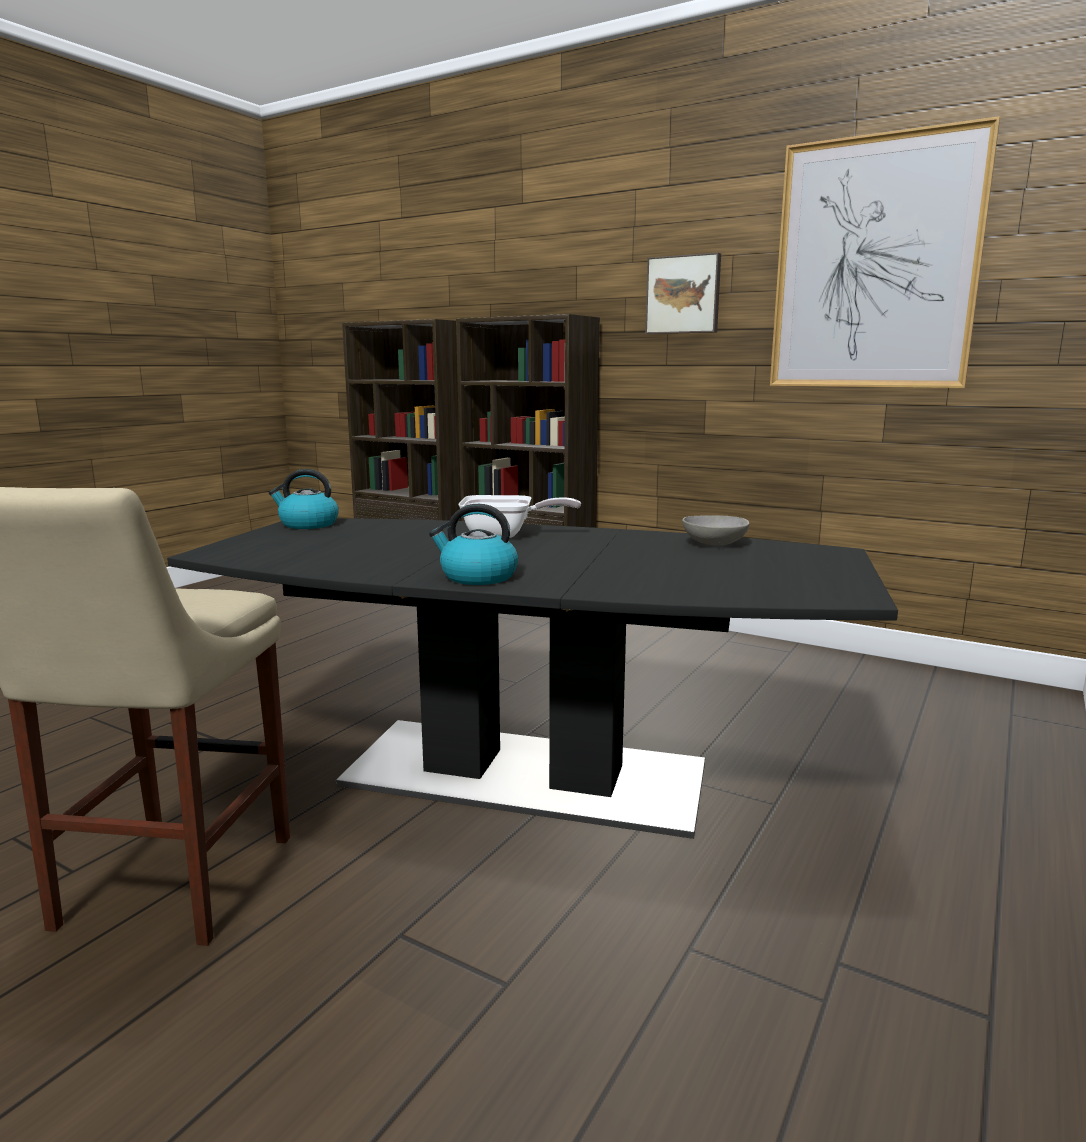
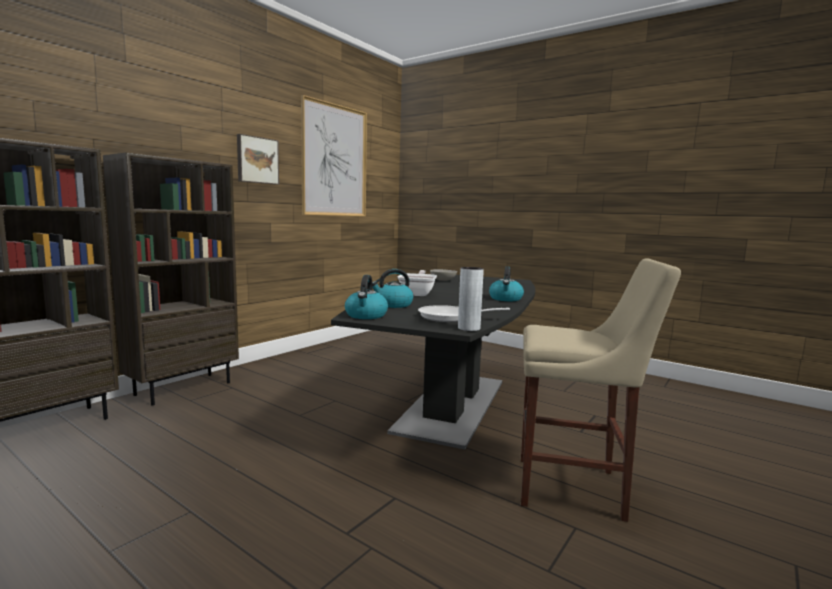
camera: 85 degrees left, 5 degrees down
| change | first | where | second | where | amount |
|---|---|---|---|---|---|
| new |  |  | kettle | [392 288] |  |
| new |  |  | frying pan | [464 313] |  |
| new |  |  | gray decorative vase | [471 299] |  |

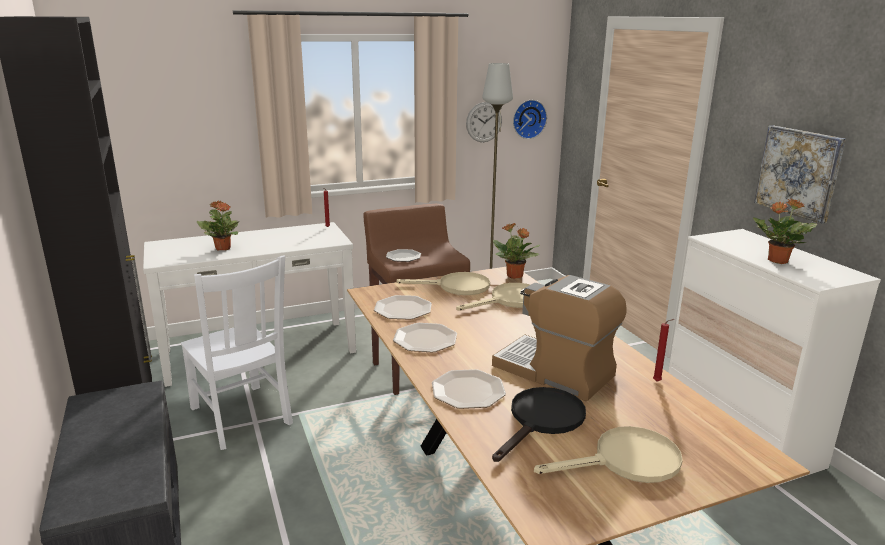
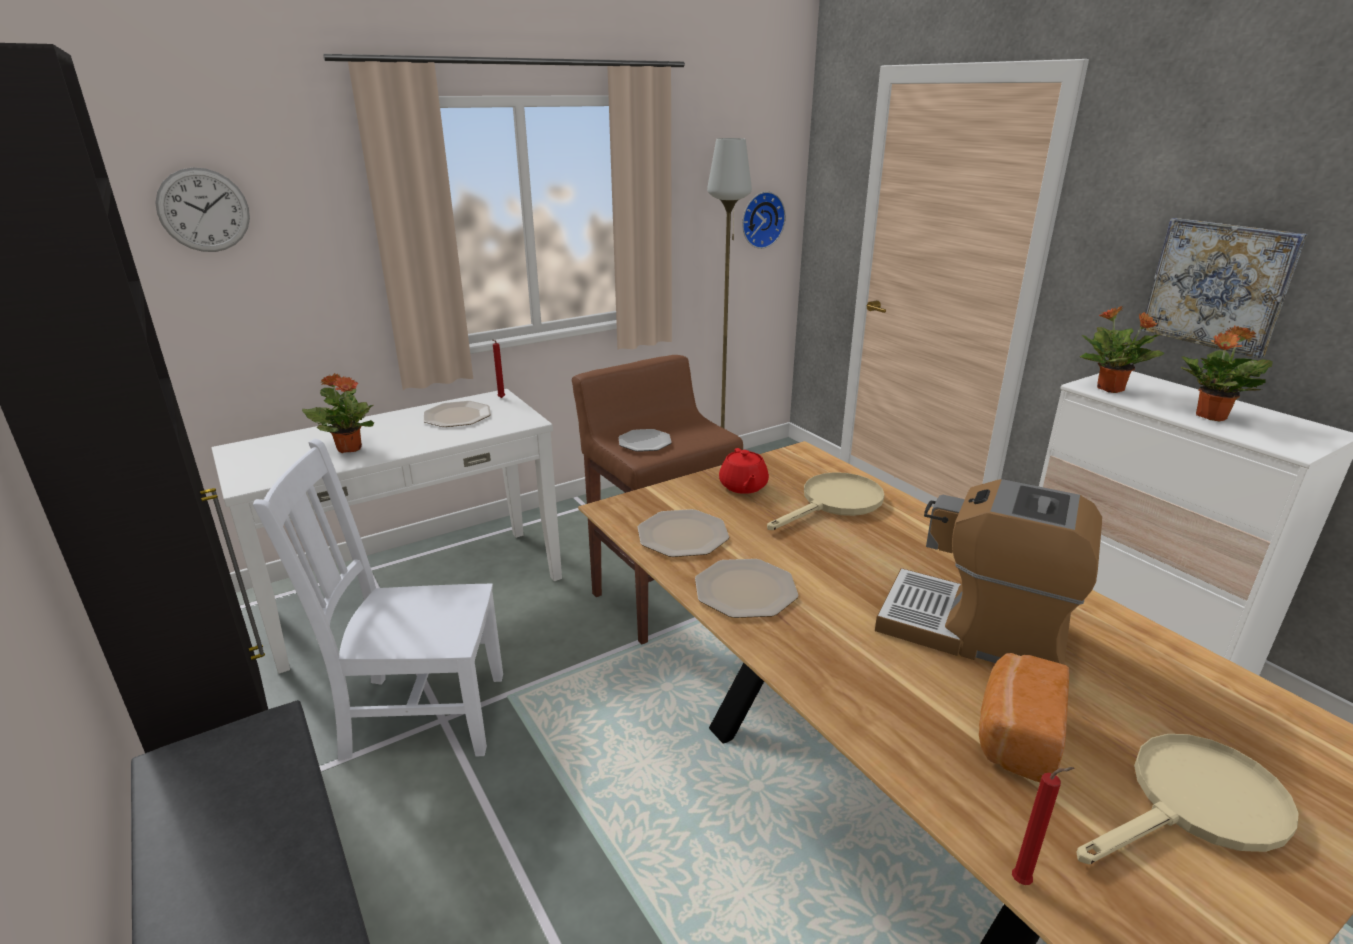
camera: 10 degrees left, 5 degrees up
| change | first | where | second | where | amount |
|---|---|---|---|---|---|
| shifted | dinner plate | [469 389] |  | [457 414] |  |
| shifted | hanging clock | [484 122] |  | [202 209] |  |
| shifted | houseplant | [516 251] |  | [1122 349] |  |
| shifted | reddish wax light | [663 350] |  | [1043 826] |  |
| swapped | beige-coloured frying pan | [443 283] | reddish teapot | [744 471] |  |
| swapped | blackish frying pan | [539 424] | bakery bread | [1024 717] |  |
| rotated | white chair | [237 353] |  | [378 599] | 135 degrees clockwise |

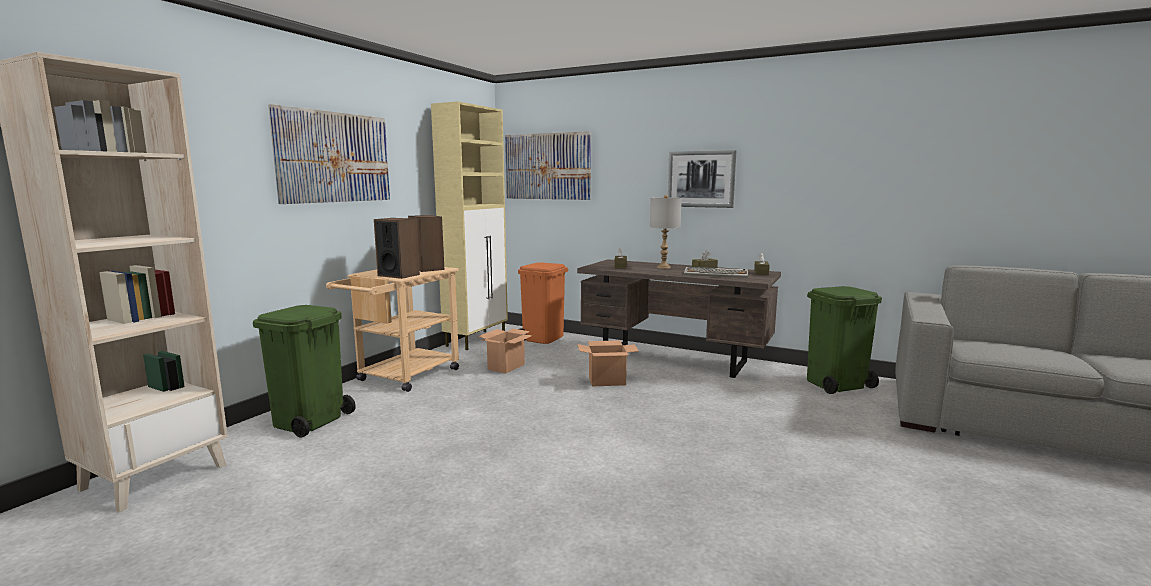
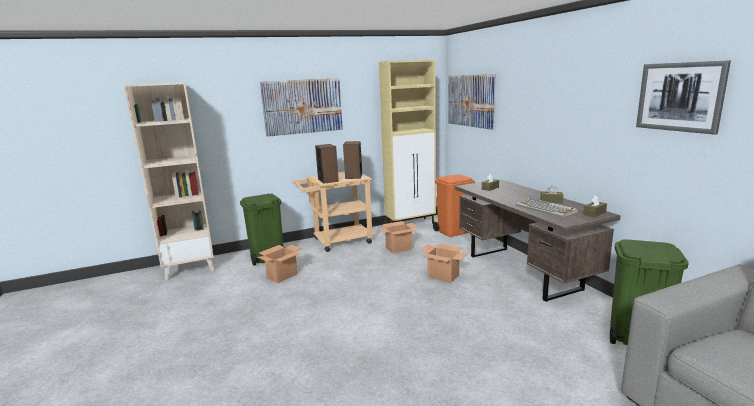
camera: 40 degrees right, 5 degrees up
| change | first | where | second | where | amount |
|---|---|---|---|---|---|
| gone | gray lamp for a table | [666 232] |  |  |  |
| new |  |  | carton | [279 264] |  |
| shifted | picture | [702 179] |  | [683 97] |  |

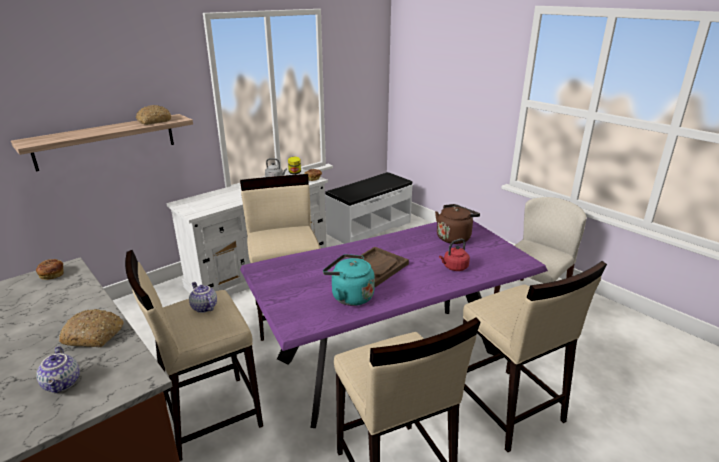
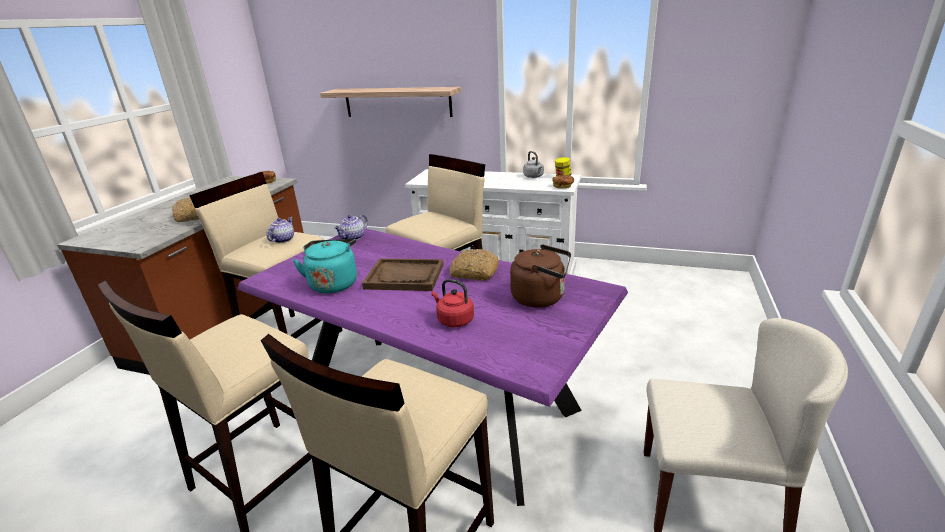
camera: 60 degrees right, 0 degrees up
| change | first | where | second | where | amount |
|---|---|---|---|---|---|
| gone | white bench | [369 208] |  |  |  |
| shifted | teapot | [58 369] |  | [351 227] |  |
| shifted | bakery bread | [153 115] |  | [474 265] |  |

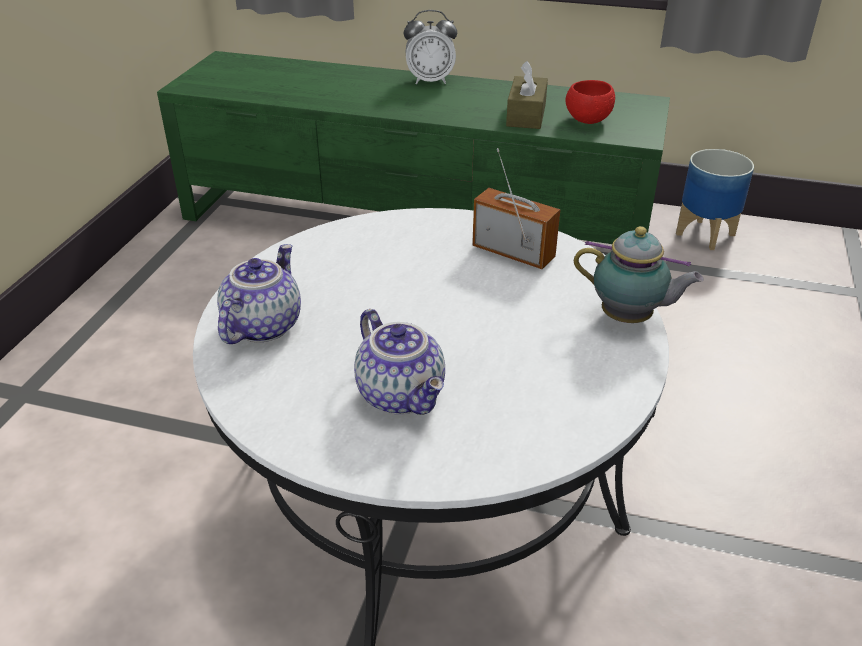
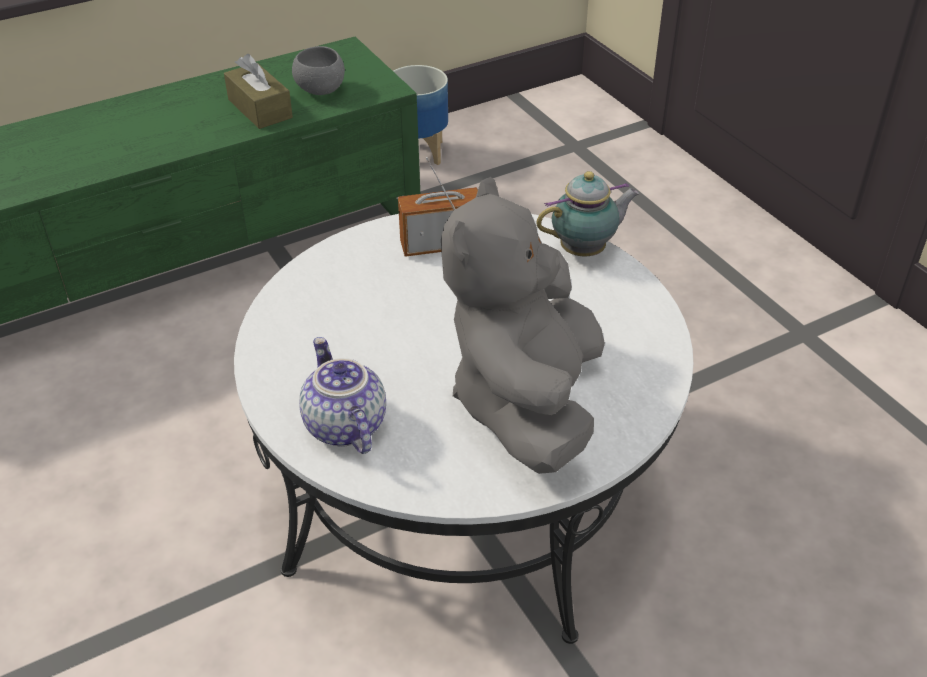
camera: 45 degrees left, 5 degrees up
| change | first | where | second | where | amount |
|---|---|---|---|---|---|
| gone | alarm clock | [430 47] |  |  |  |
| swapped | teapot | [399 362] | gray cuddly toy | [523 325] |  |
| repainted | reddish deep dish | [590 102] | gray deep dish | [318 70] |  |

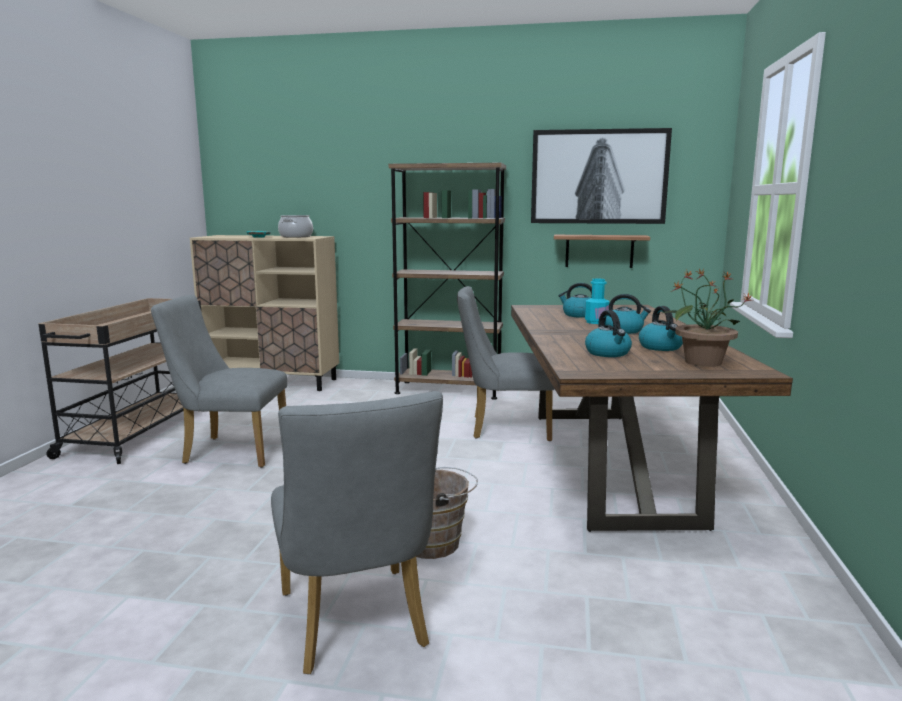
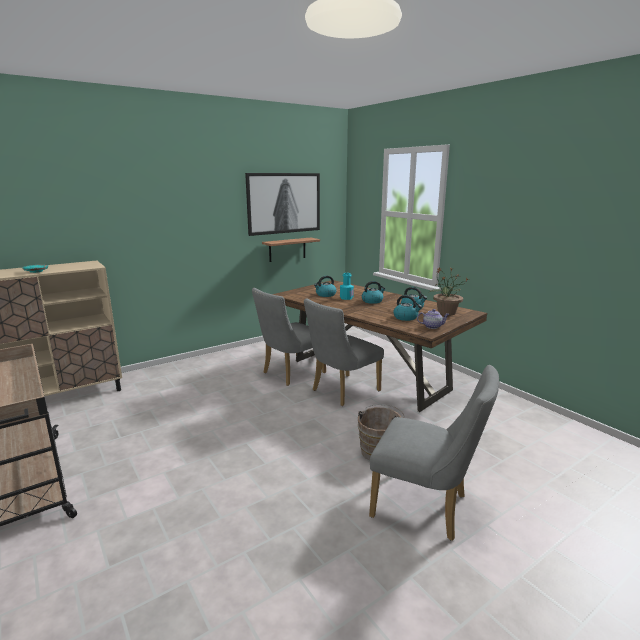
camera: 45 degrees left, 5 degrees up
| change | first | where | second | where | amount |
|---|---|---|---|---|---|
| gone | cooking pot | [295 226] |  |  |  |
| gone | brownish bookshelf | [447 281] |  |  |  |
| new |  |  | teapot | [433 319] |  |
| shifted | gray chair | [219 381] |  | [344 352] |  |

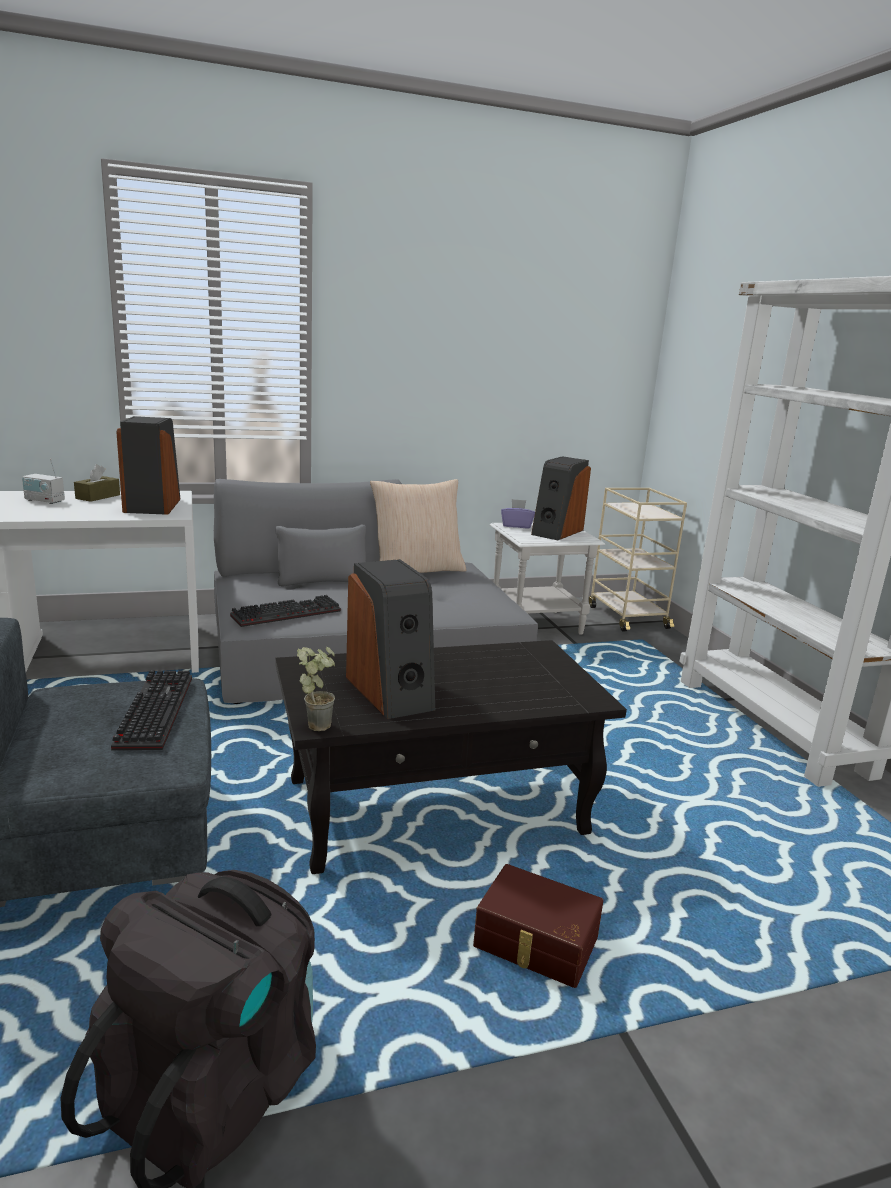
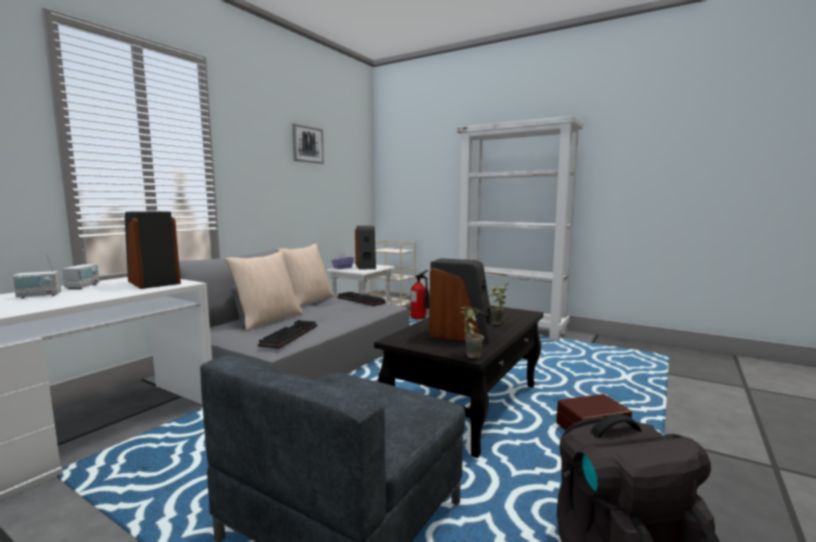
camera: 40 degrees left, 10 degrees down
| change | first | where | second | where | amount |
|---|---|---|---|---|---|
| new |  |  | beige-coloured cushion | [264 291] |  |
| new |  |  | picture | [308 143] |  |
| new |  |  | fire extinguisher | [420 295] |  |
| new |  |  | houseplant | [498 304] |  |
| shifted | PC keyboard | [151 710] |  | [361 299] |  |
| swapped | brownish tissue box | [97 483] | radio | [80 269] |  |

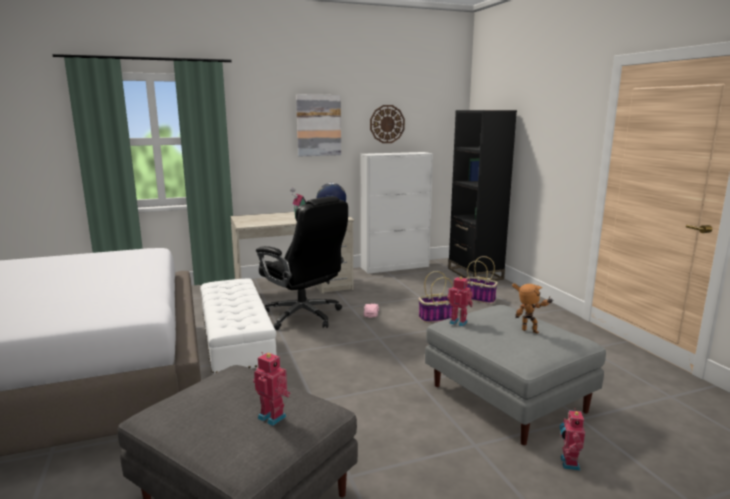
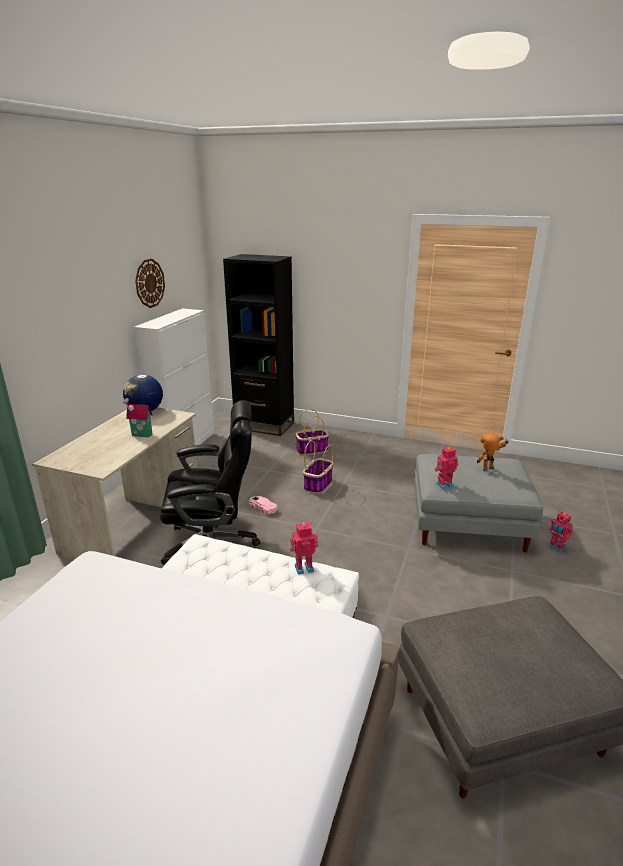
camera: 50 degrees left, 10 degrees up
| change | first | where | second | where | amount |
|---|---|---|---|---|---|
| gone | picture | [318 125] |  |  |  |
| shifted | robot figure | [272 389] |  | [304 548] |  |

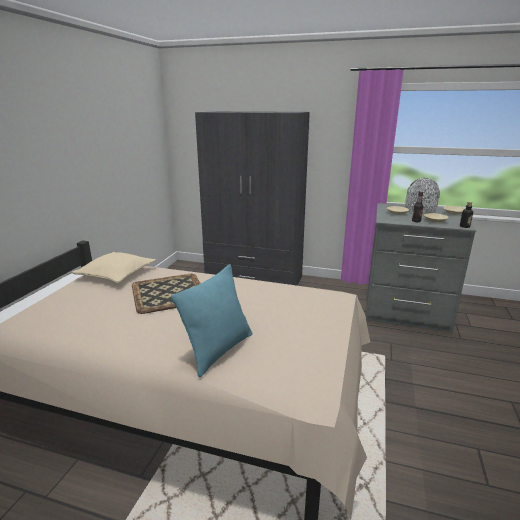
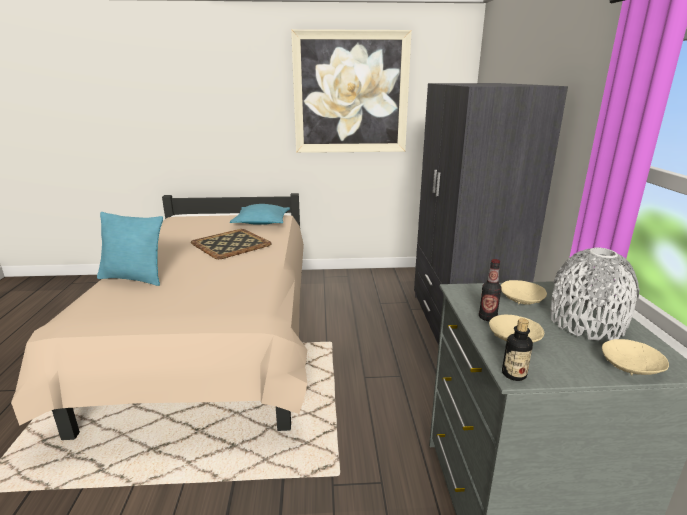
camera: 70 degrees right, 0 degrees up
| change | first | where | second | where | amount |
|---|---|---|---|---|---|
| new |  |  | picture | [351 91] |  |
| repainted | beige-coloured cushion | [114 267] | turquoise-coloured cushion | [260 214] |  |

